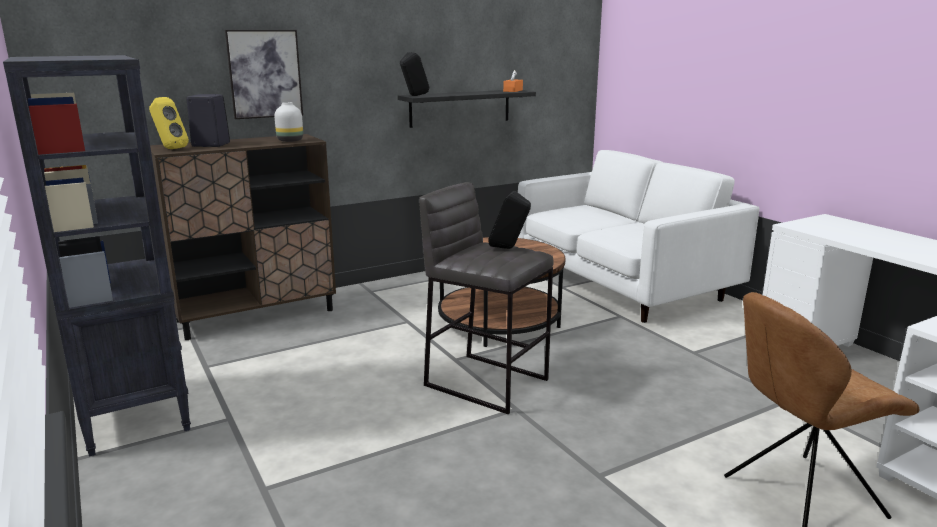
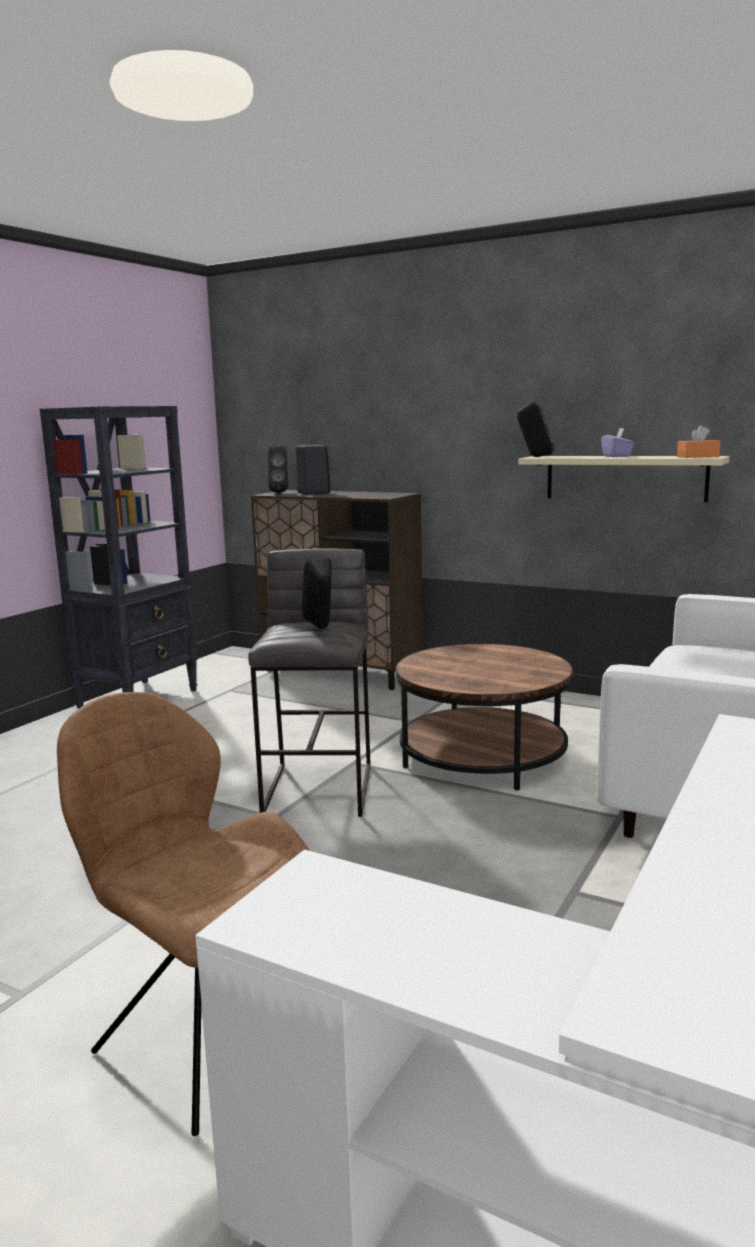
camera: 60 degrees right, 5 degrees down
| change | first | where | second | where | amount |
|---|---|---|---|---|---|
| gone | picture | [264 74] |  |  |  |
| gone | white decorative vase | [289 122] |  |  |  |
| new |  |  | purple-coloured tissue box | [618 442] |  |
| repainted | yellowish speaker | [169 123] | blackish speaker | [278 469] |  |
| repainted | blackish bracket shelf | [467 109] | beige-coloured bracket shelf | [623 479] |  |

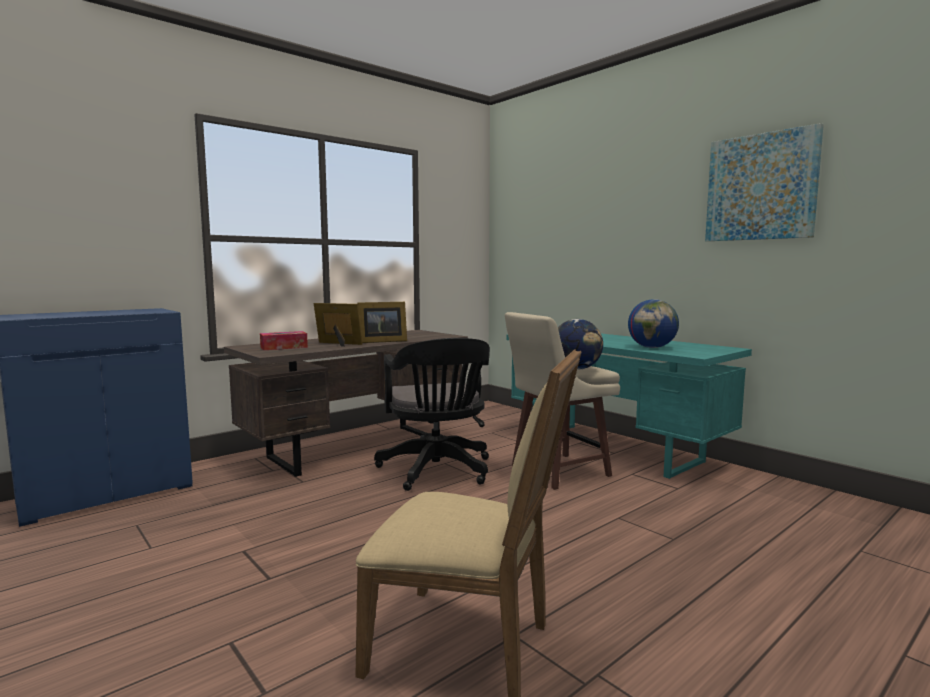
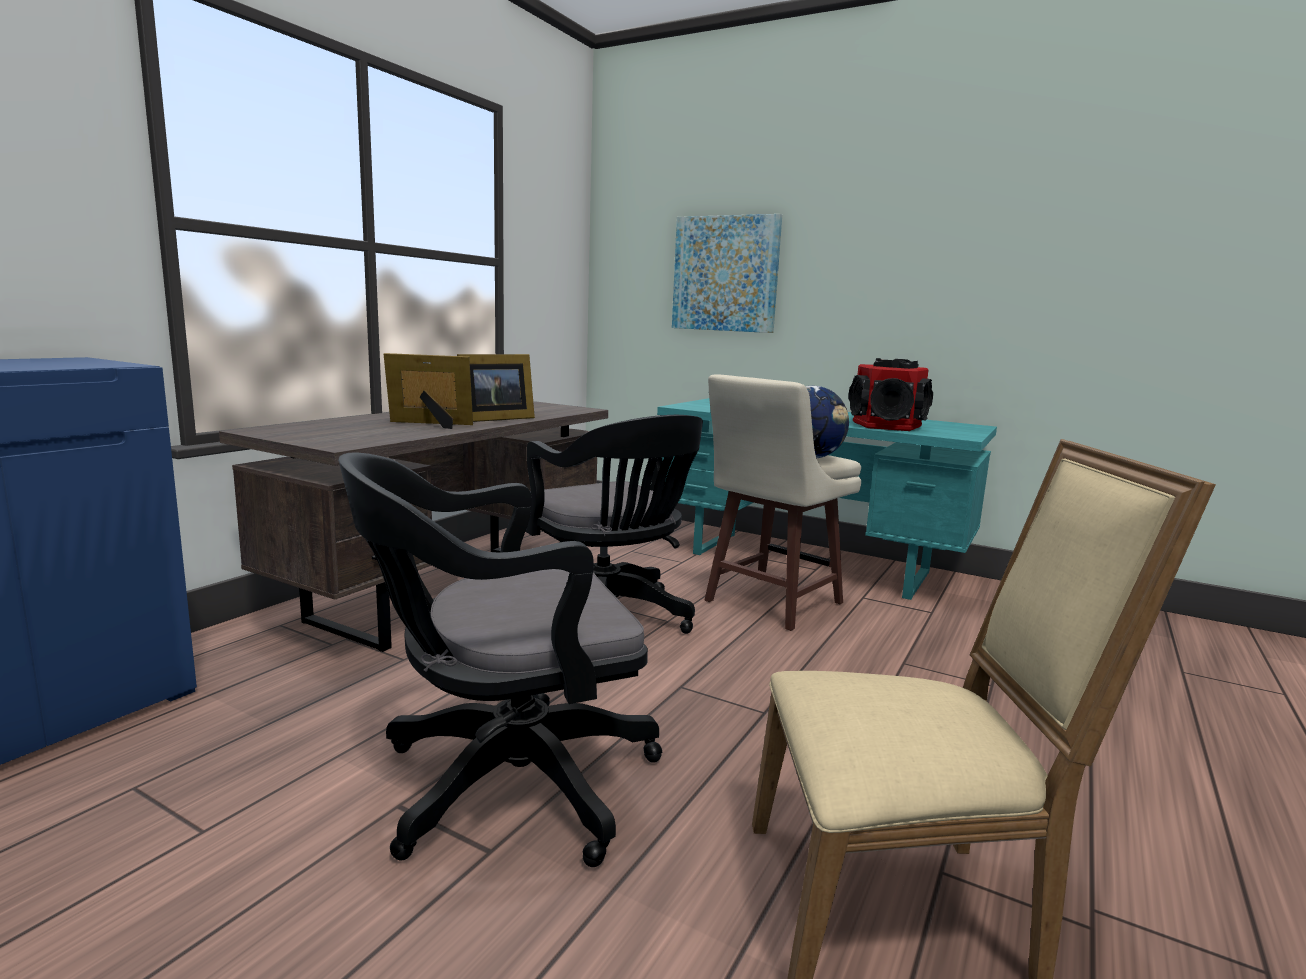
camera: 20 degrees left, 5 degrees up
| change | first | where | second | where | amount |
|---|---|---|---|---|---|
| gone | tissue box | [284 340] |  |  |  |
| new |  |  | blackish office chair | [500 659] |  |
| shifted | picture | [764 182] |  | [727 273] |  |
| swapped | world globe | [653 323] | speaker | [890 394] |  |

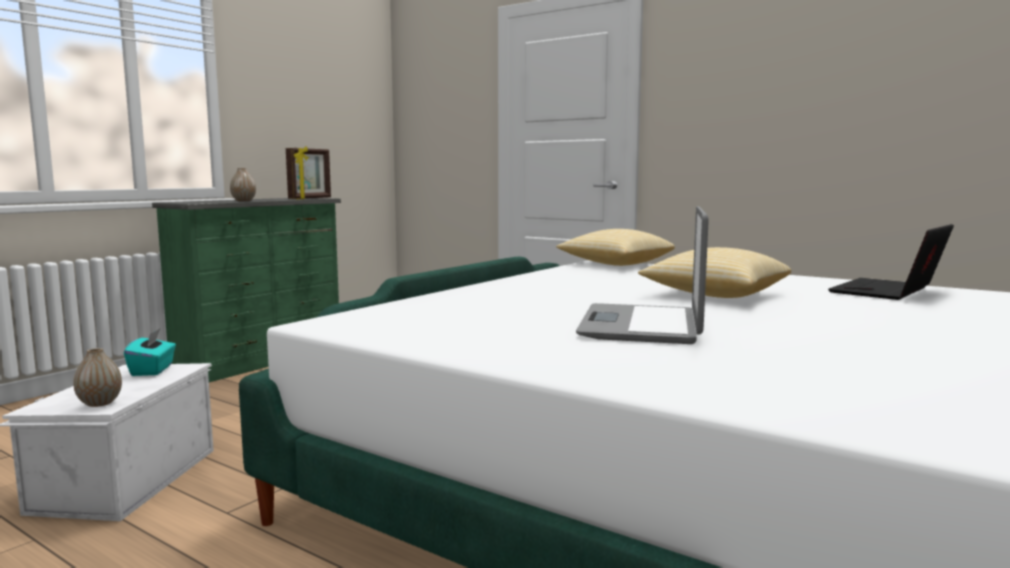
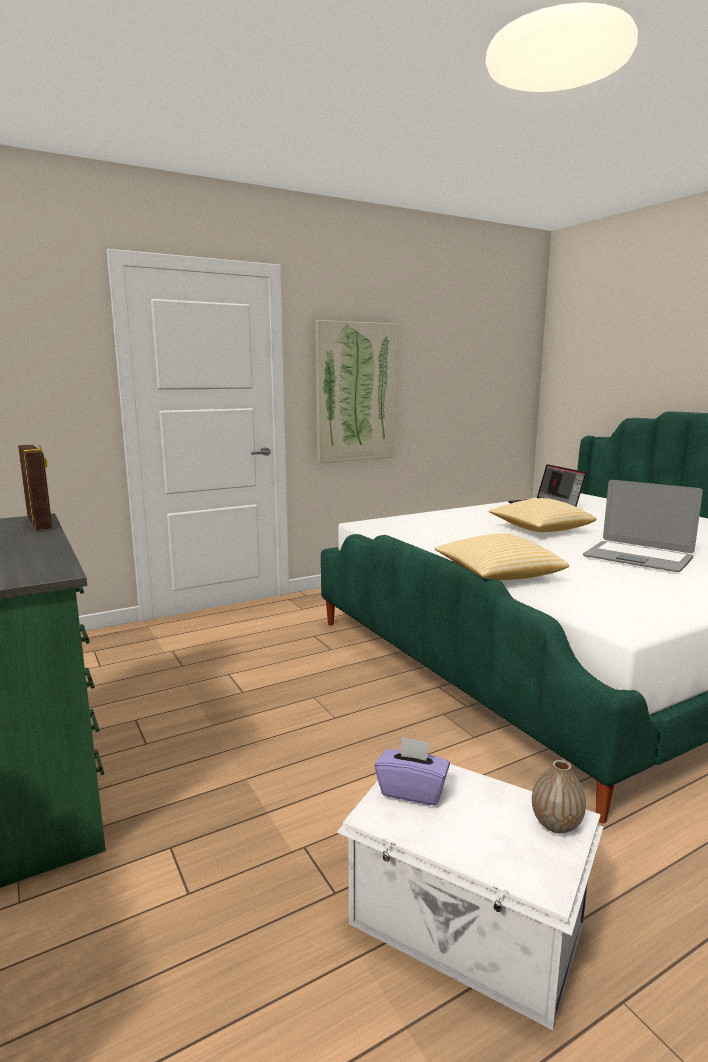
camera: 65 degrees left, 5 degrees up
| change | first | where | second | where | amount |
|---|---|---|---|---|---|
| gone | decorative vase | [243 184] |  |  |  |
| new |  |  | picture | [356 391] |  |
| shifted | cushion | [615 247] |  | [502 557] |  |
| repainted | turquoise-coloured tissue box | [150 352] | purple-coloured tissue box | [412 770] |  |

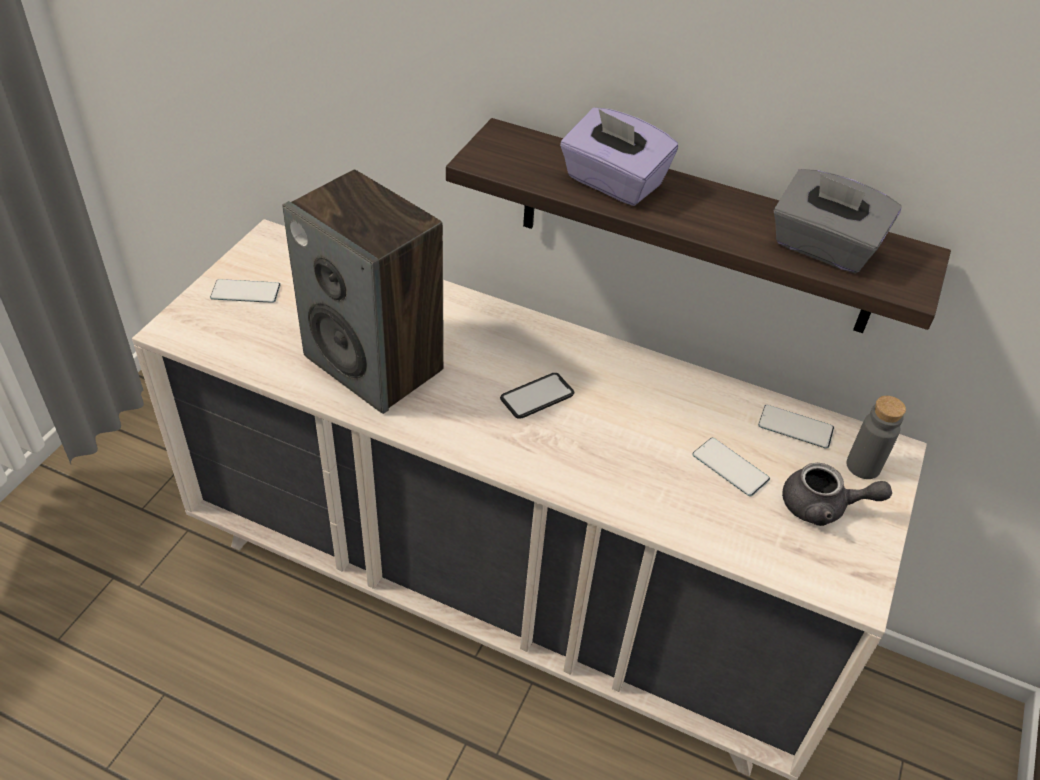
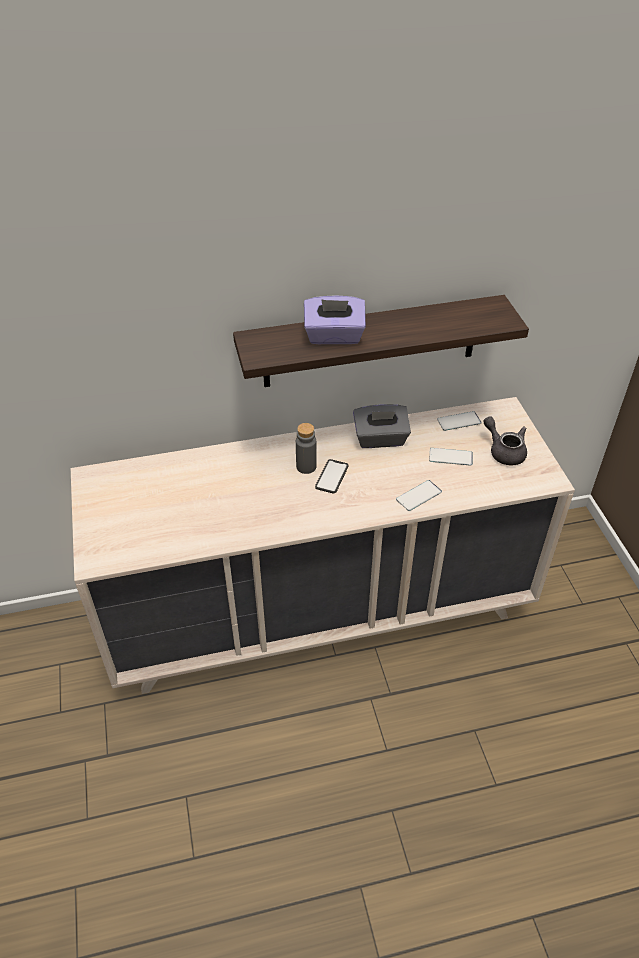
camera: 35 degrees left, 0 degrees up
| change | first | where | second | where | amount |
|---|---|---|---|---|---|
| gone | speaker | [363 292] |  |  |  |
| shifted | telephone | [245 291] |  | [419 495] |  |
| shifted | gray tissue box | [838 221] |  | [382 426] |  |
| shifted | gray bottle | [876 437] |  | [306 448] |  |
| rotated | gray teapot | [837 494] |  | [505 440] | 105 degrees counterclockwise |

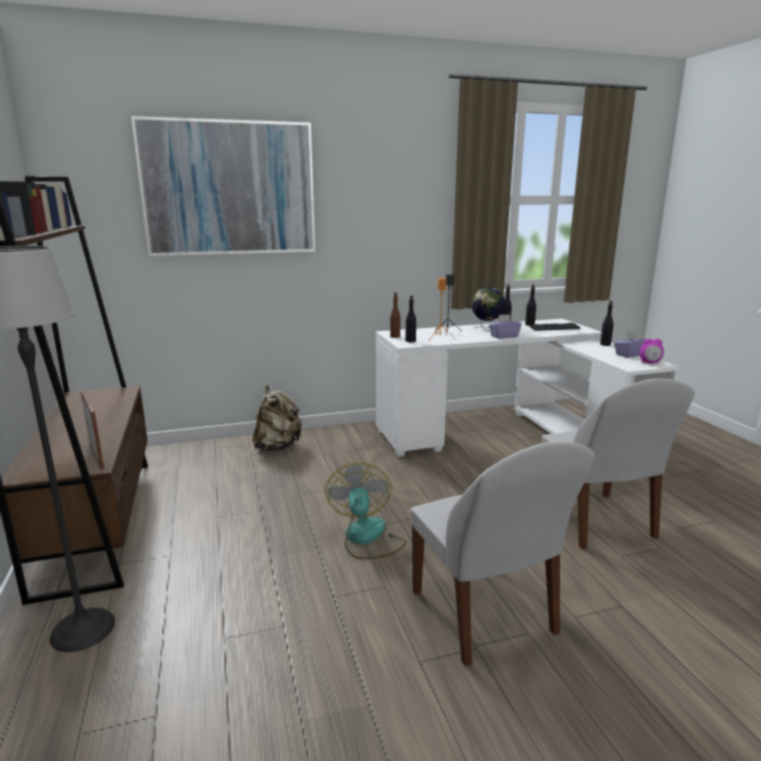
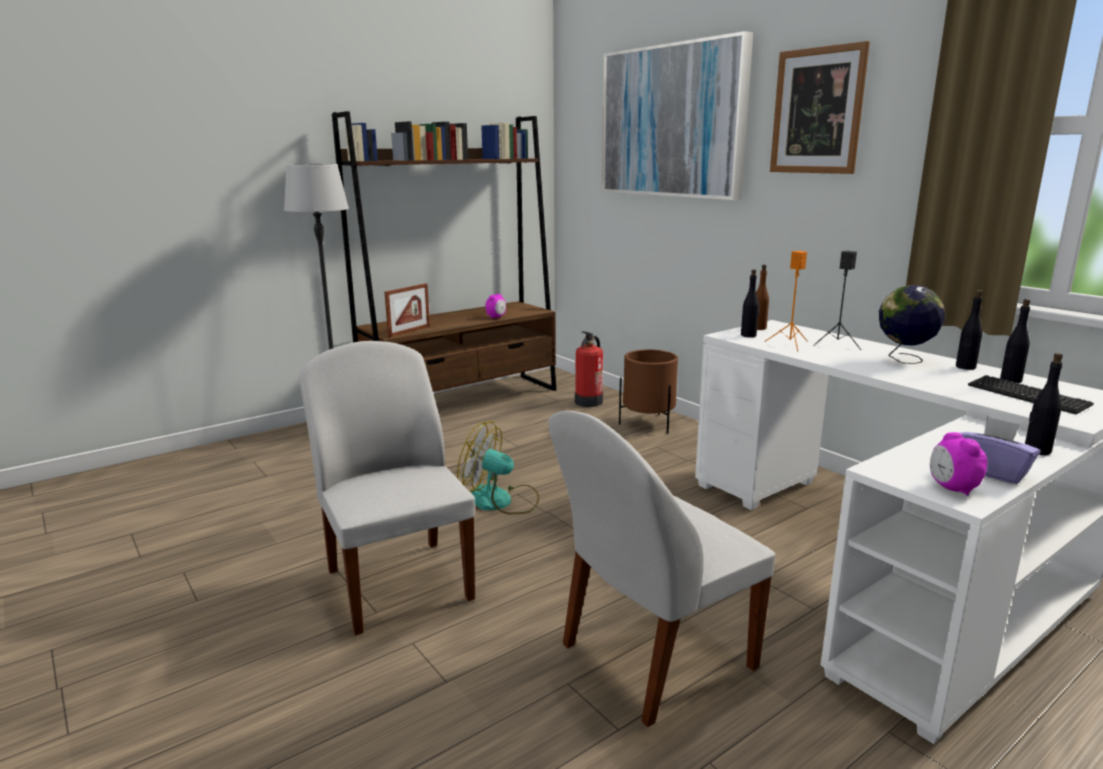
camera: 70 degrees right, 0 degrees up
| change | first | where | second | where | amount |
|---|---|---|---|---|---|
| gone | purple-coloured tissue box | [505 326] |  |  |  |
| new |  |  | alarm clock | [496 306] |  |
| new |  |  | fire extinguisher | [589 369] |  |
| new |  |  | picture | [820 107] |  |
| swapped | beige-coloured backpack | [277 418] | brownish flower pot | [648 391] |  |
| rotated | cooling fan | [365 510] |  | [498 467] | 135 degrees counterclockwise |
| rotated | white chair | [502 554] |  | [387 488] | 105 degrees clockwise |

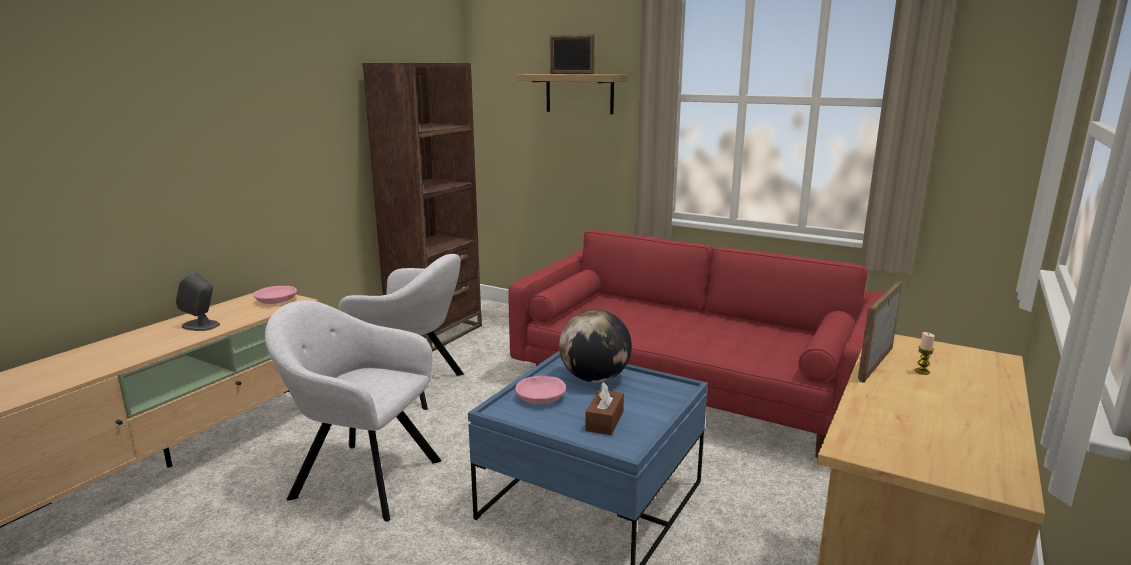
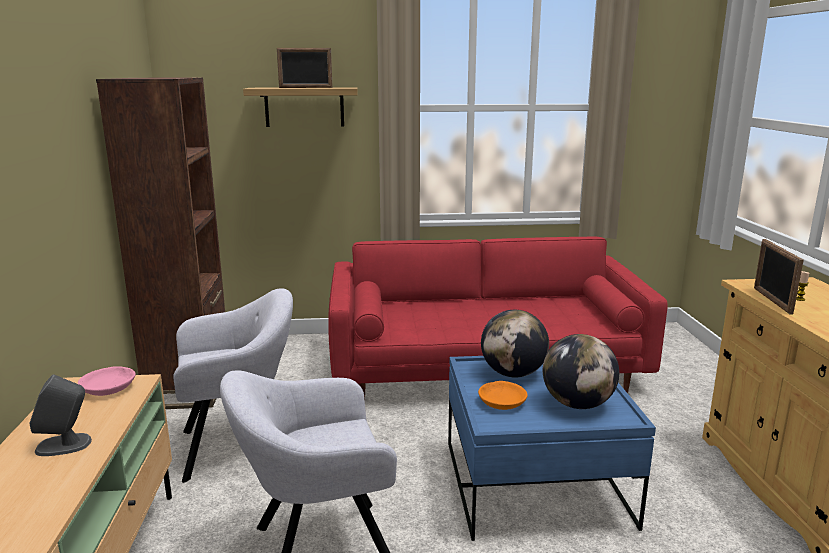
camera: 35 degrees left, 0 degrees up
| change | first | where | second | where | amount |
|---|---|---|---|---|---|
| swapped | brownish tissue box | [604 408] | world globe | [581 371] |  |
| repainted | pink-coloured deep dish | [540 390] | orange deep dish | [503 395] |  |

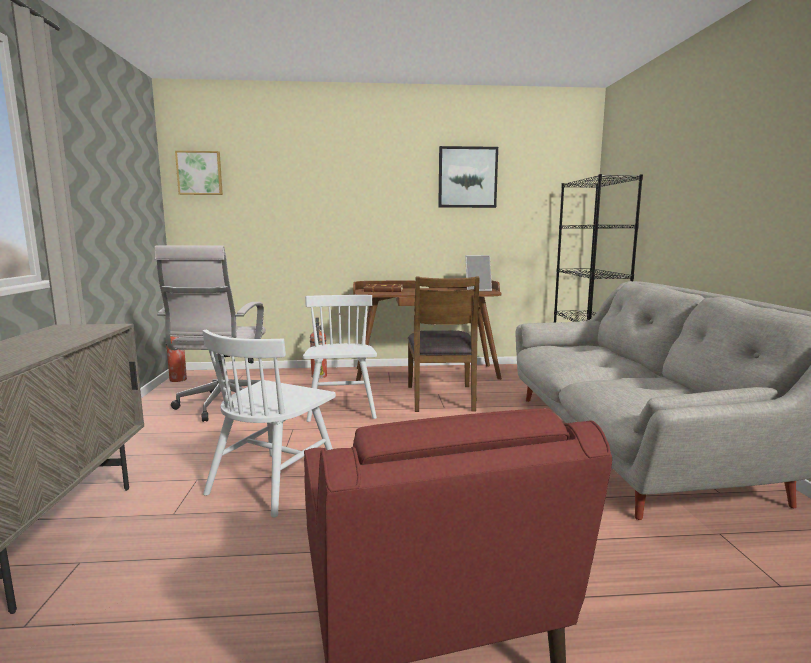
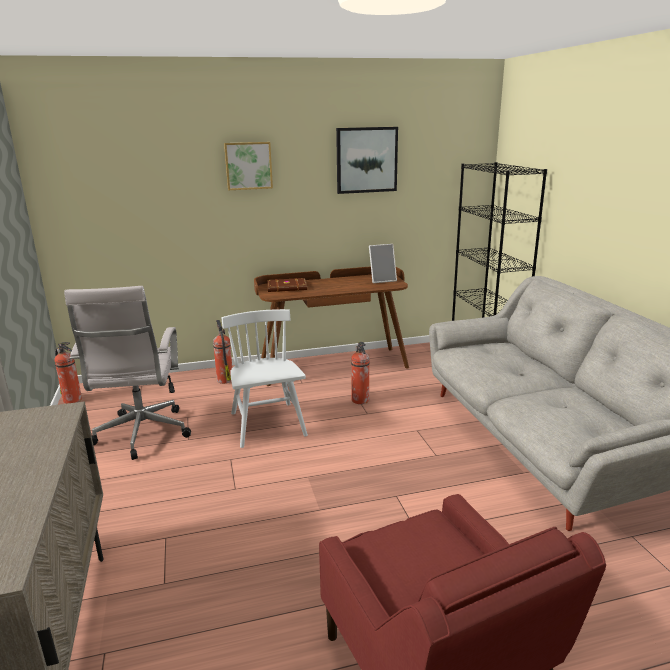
camera: 10 degrees left, 10 degrees up
| change | first | where | second | where | amount |
|---|---|---|---|---|---|
| gone | white chair | [269 423] |  |  |  |
| shifted | picture | [199 173] |  | [248 166] |  |
| swapped | brownish chair | [444 344] | fire extinguisher | [360 373] |  |

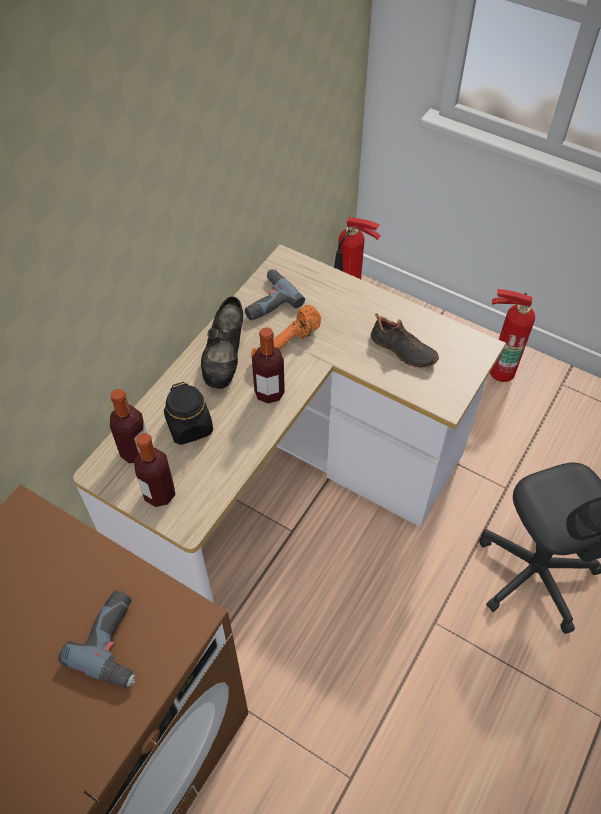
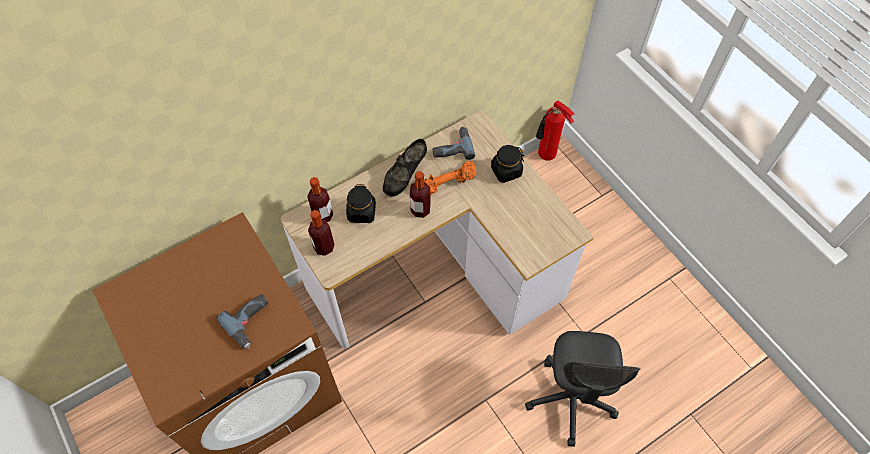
camera: 25 degrees right, 5 degrees up
| change | first | where | second | where | amount |
|---|---|---|---|---|---|
| gone | blackish low shoe | [405 340] |  |  |  |
| gone | fire extinguisher | [512 335] |  |  |  |
| new |  |  | blackish preserve jar | [507 164] |  |

